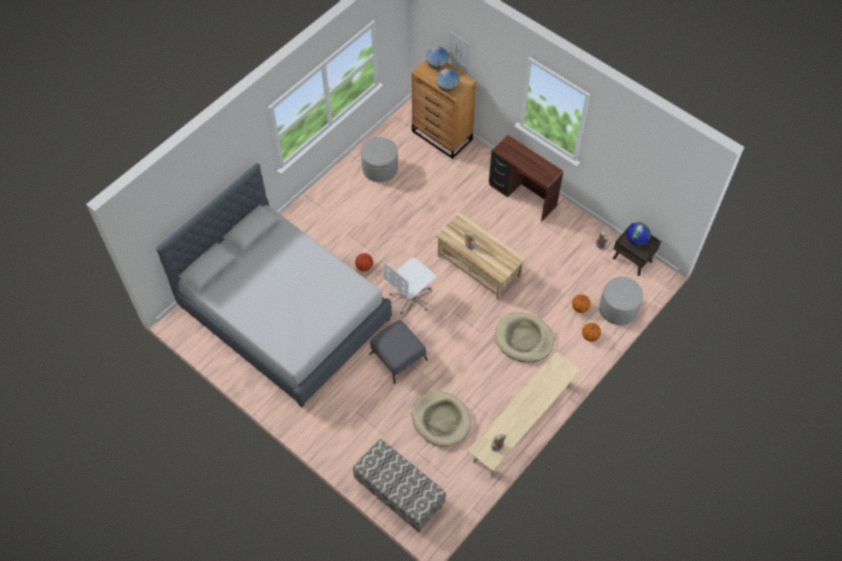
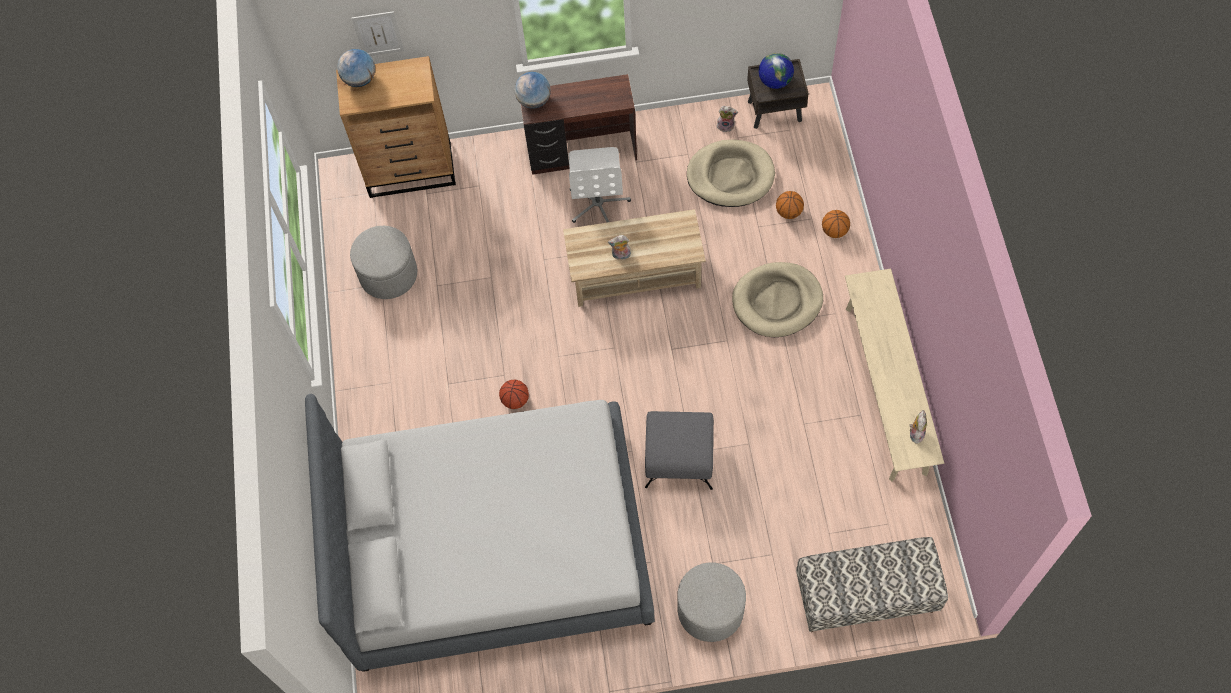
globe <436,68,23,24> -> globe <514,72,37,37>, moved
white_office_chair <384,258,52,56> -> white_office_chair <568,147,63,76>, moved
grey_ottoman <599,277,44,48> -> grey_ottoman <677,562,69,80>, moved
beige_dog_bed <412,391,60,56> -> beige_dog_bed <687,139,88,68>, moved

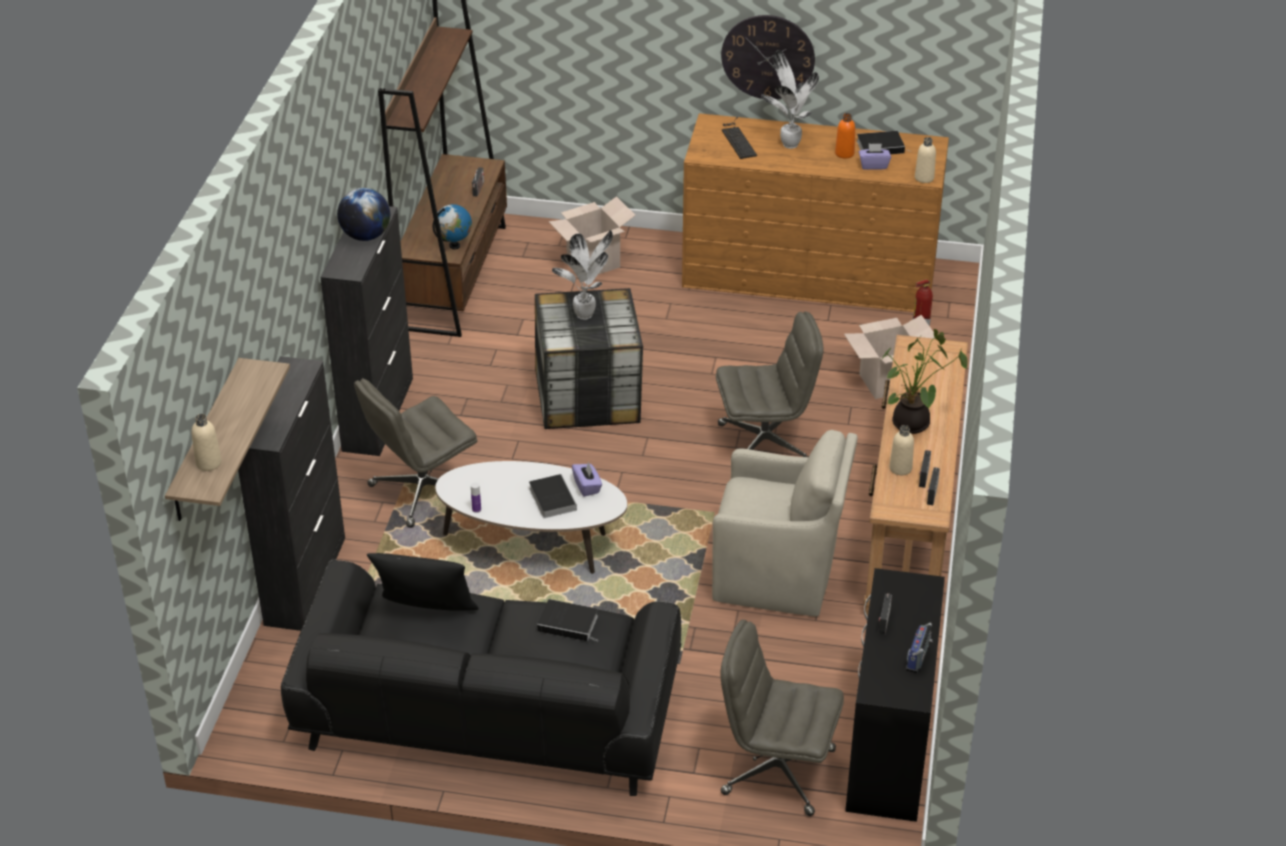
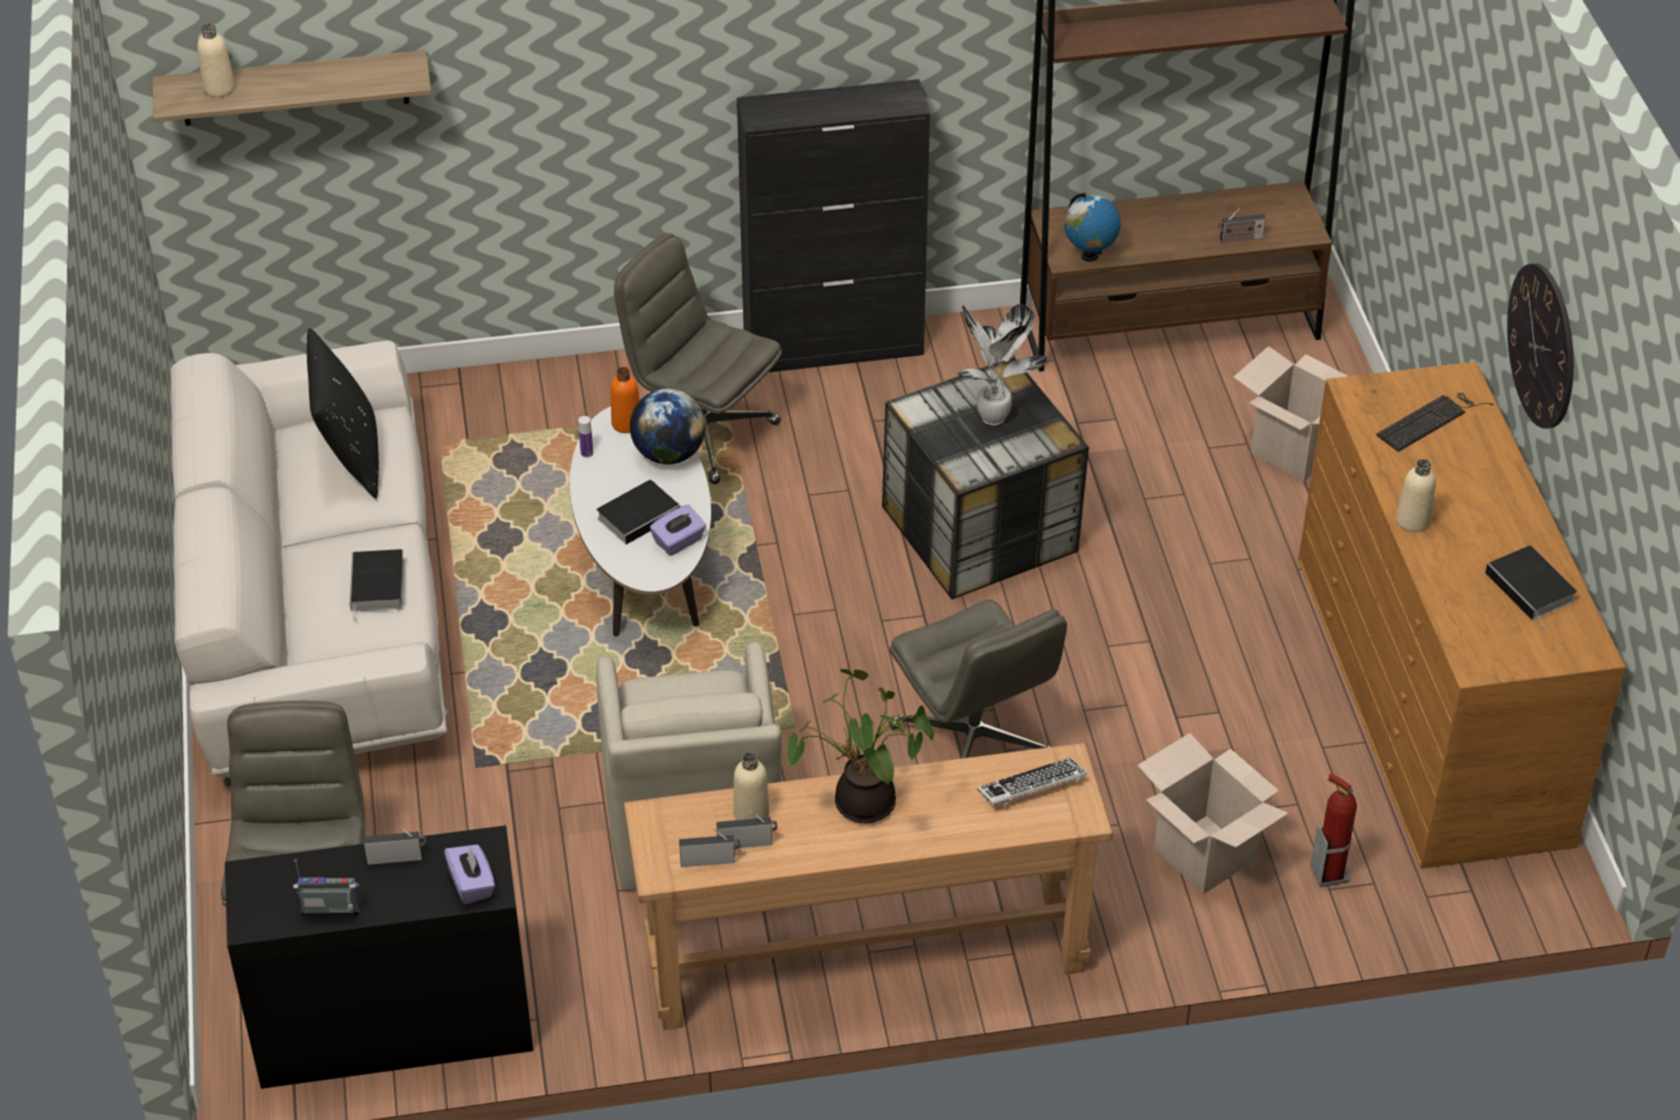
potted_plant <761,50,58,99> -> none
orange_bottle <835,113,20,46> -> orange_bottle <610,367,30,66>, moved
beige_bottle <915,137,21,46> -> beige_bottle <1396,459,40,73>, moved
purple_tissue_box <859,144,32,26> -> purple_tissue_box <444,845,51,60>, moved
globe <337,188,53,53> -> globe <630,389,76,75>, moved
black_cabinet <238,356,107,275> -> none
black_sofa <281,560,400,236> -> white_sofa <171,340,277,447>
none -> keyboard <978,758,109,48>

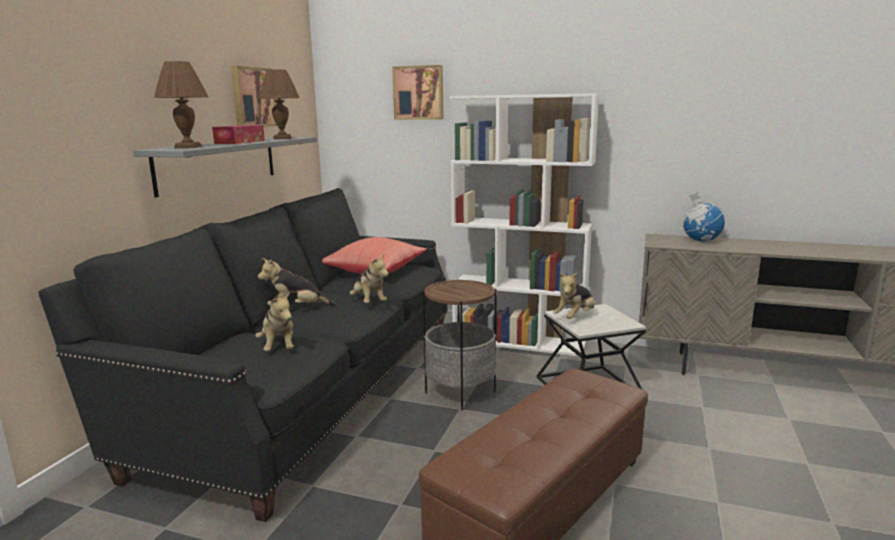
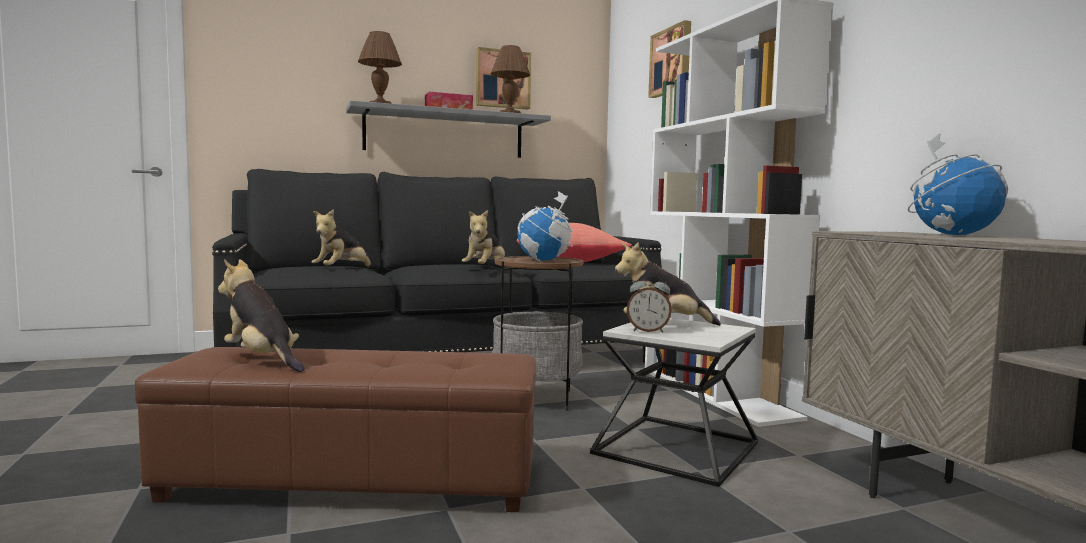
plush_toy <258,258,78,48> -> plush_toy <218,259,86,113>, moved
none -> globe <517,191,56,70>
none -> alarm_clock <627,273,45,60>

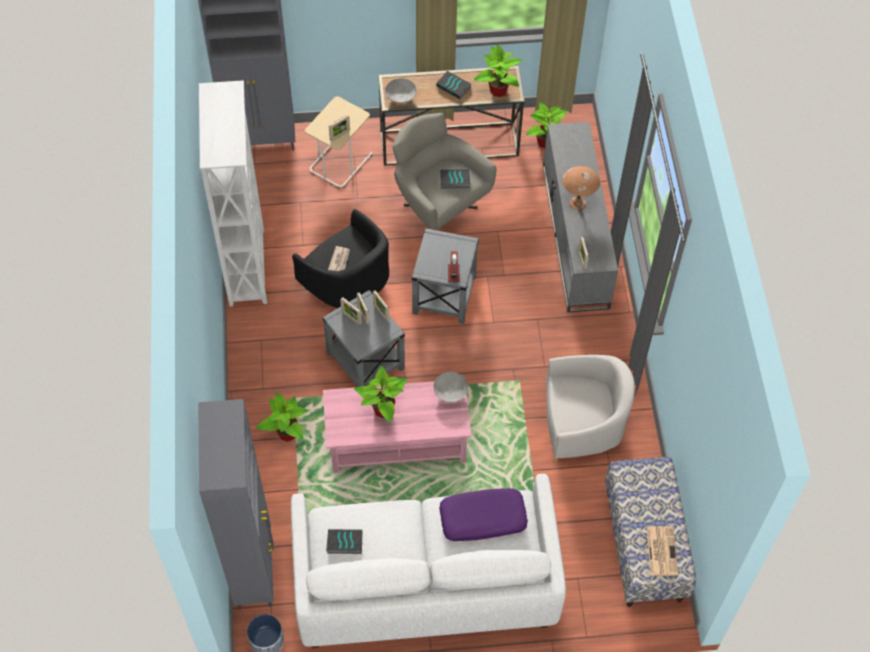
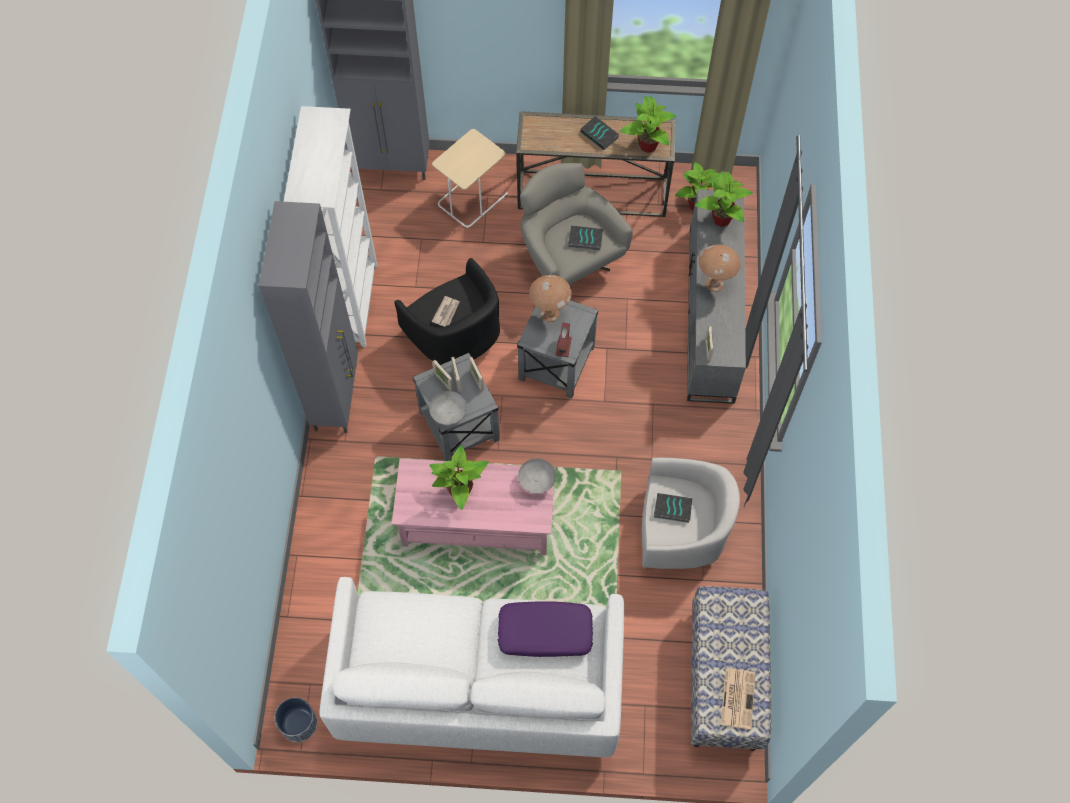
grey_bowl <385,78,31,26> -> grey_bowl <429,391,38,34>, moved
picture_frame <329,115,21,26> -> none
potted_plant <256,393,52,49> -> potted_plant <695,171,58,56>, moved
grey_cabinet <198,399,76,211> -> grey_cabinet <259,201,99,232>, moved
book <326,529,36,25> -> book <654,493,38,30>, moved
none -> brown_table_lamp <529,275,43,47>

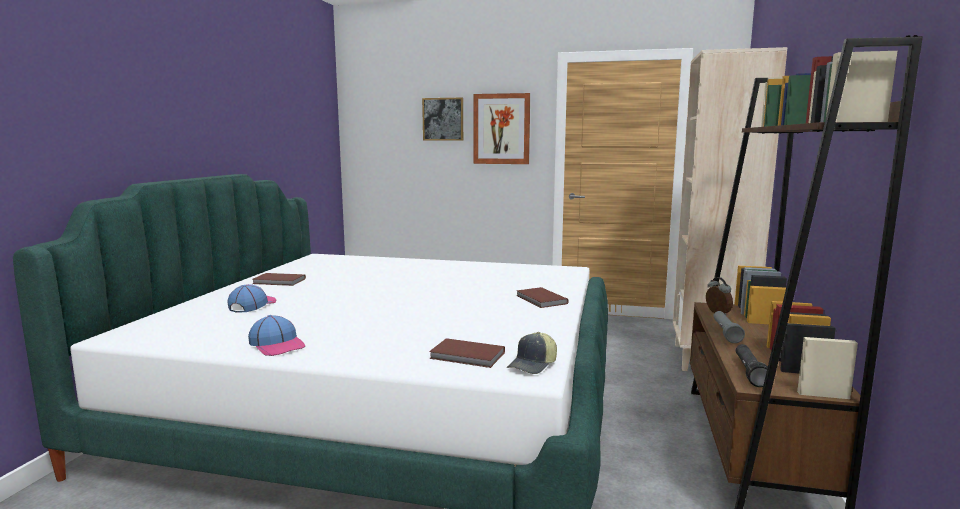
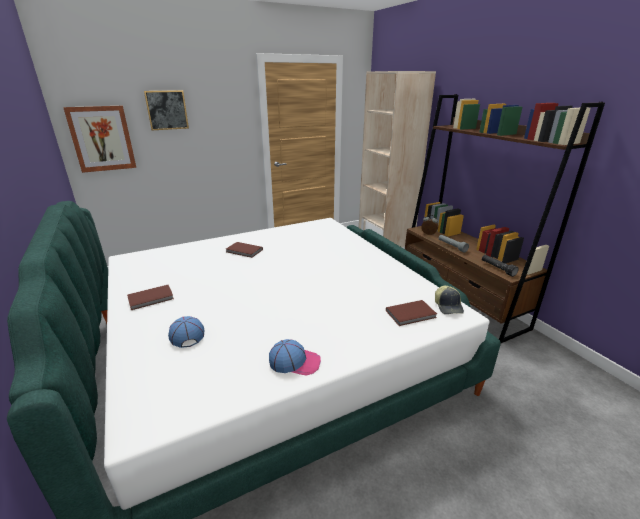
picture <473,93,57,71> -> picture <63,106,73,67>, moved
brown_book <516,287,53,21> -> brown_book <226,242,37,16>, moved

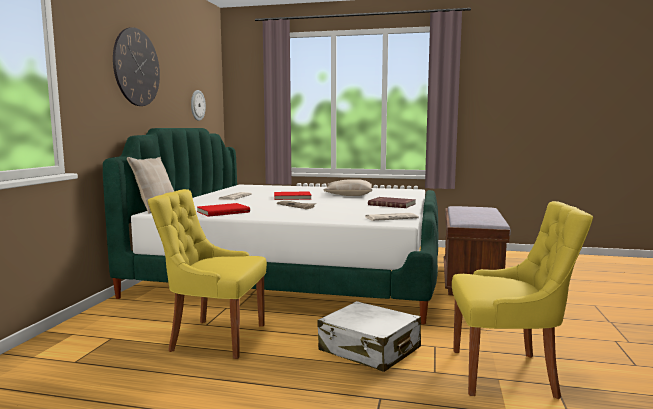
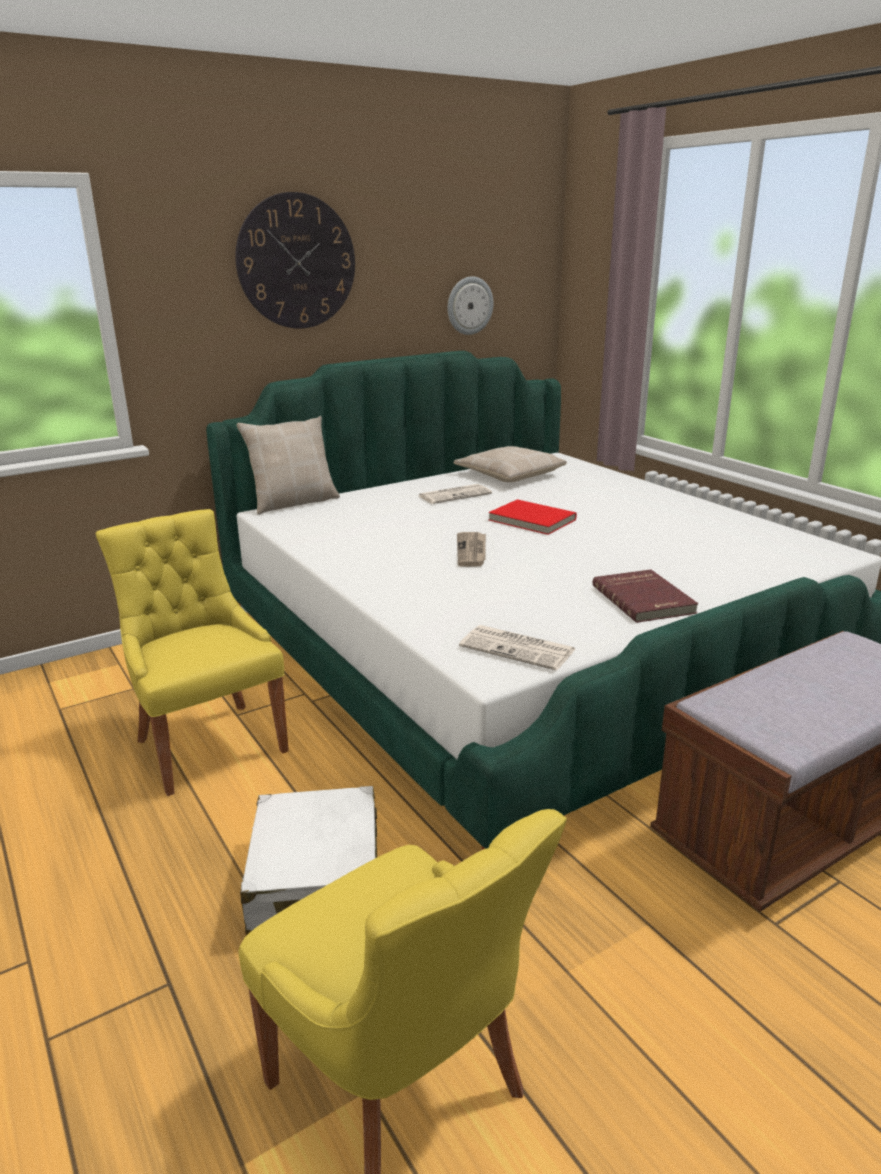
beige_pillow <324,179,48,17> -> beige_pillow <454,446,113,36>, moved
red_book <197,203,53,14> -> none

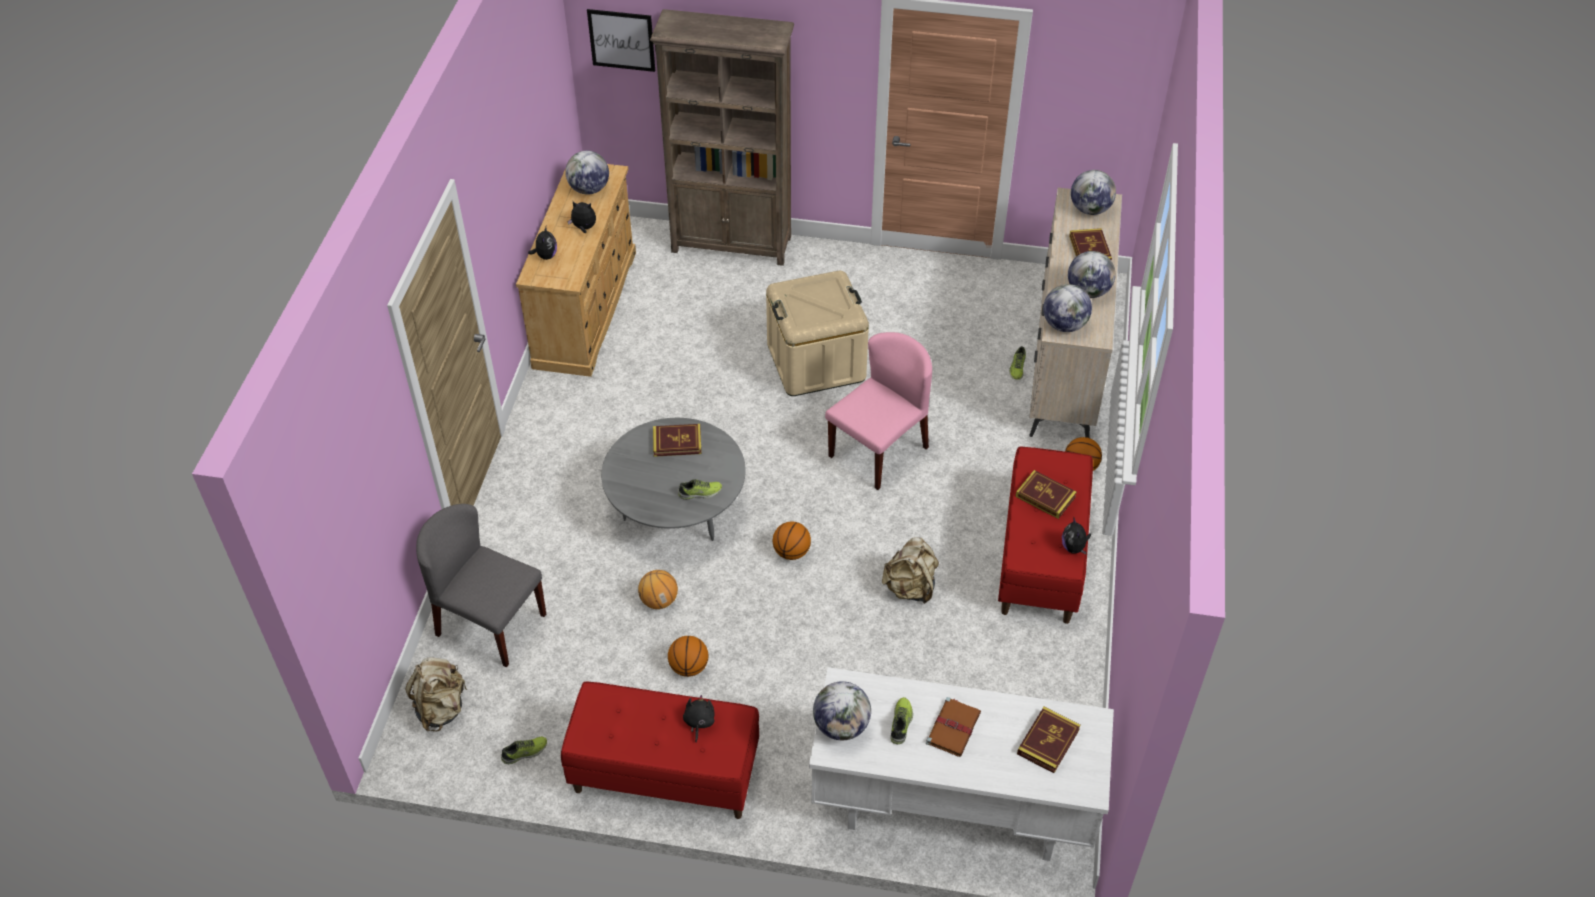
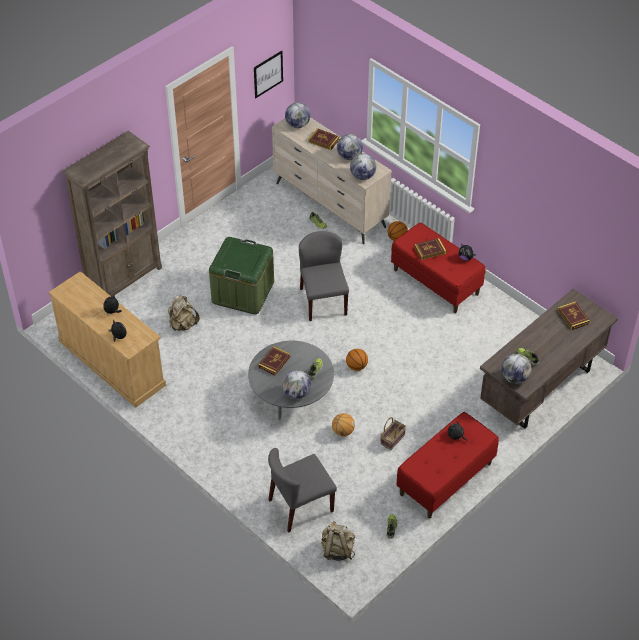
picture <587,9,68,63> -> picture <254,51,29,47>, moved
globe <565,151,44,44> -> globe <282,370,29,29>, moved
beige_storage_box <766,271,103,125> -> green_storage_box <209,237,65,77>
pink_chair <825,332,107,158> -> grey_chair <299,231,50,90>
beige_backpack <882,537,57,67> -> beige_backpack <168,295,31,36>, moved
basketball <668,636,41,41> -> basket <380,417,26,33>
white_desk <809,667,305,194> -> brown_desk <480,289,138,140>
brown_book <926,697,55,60> -> none

